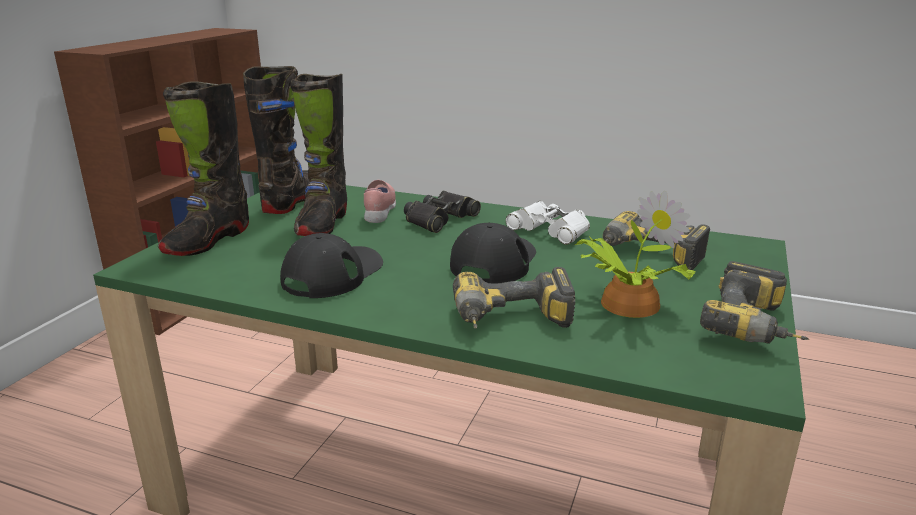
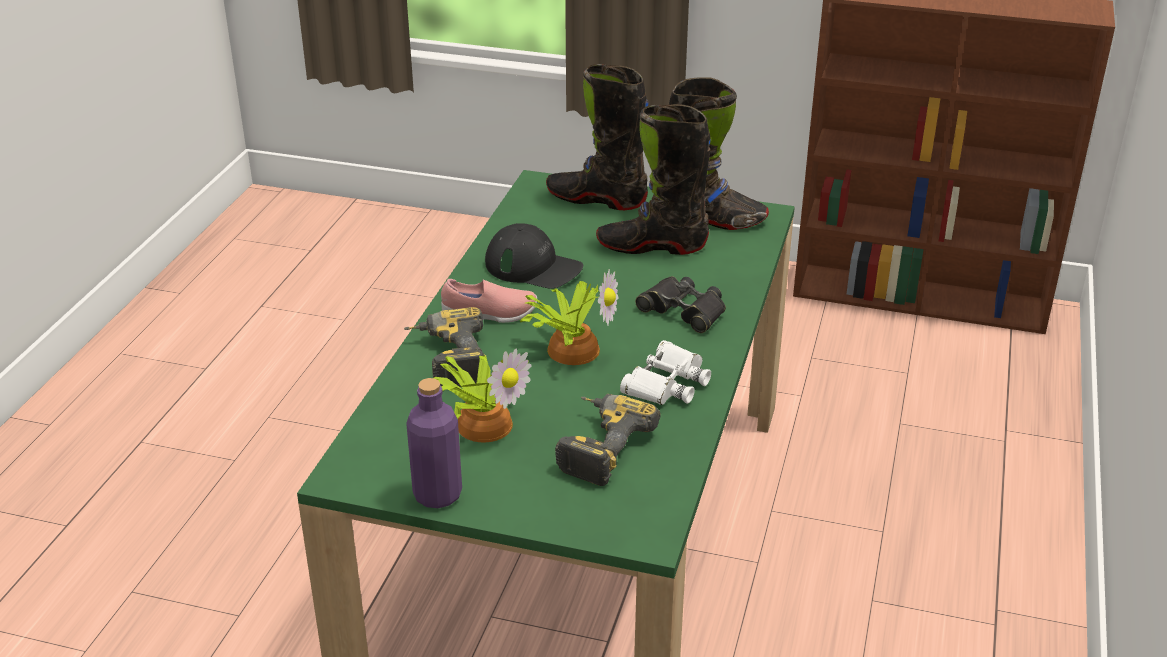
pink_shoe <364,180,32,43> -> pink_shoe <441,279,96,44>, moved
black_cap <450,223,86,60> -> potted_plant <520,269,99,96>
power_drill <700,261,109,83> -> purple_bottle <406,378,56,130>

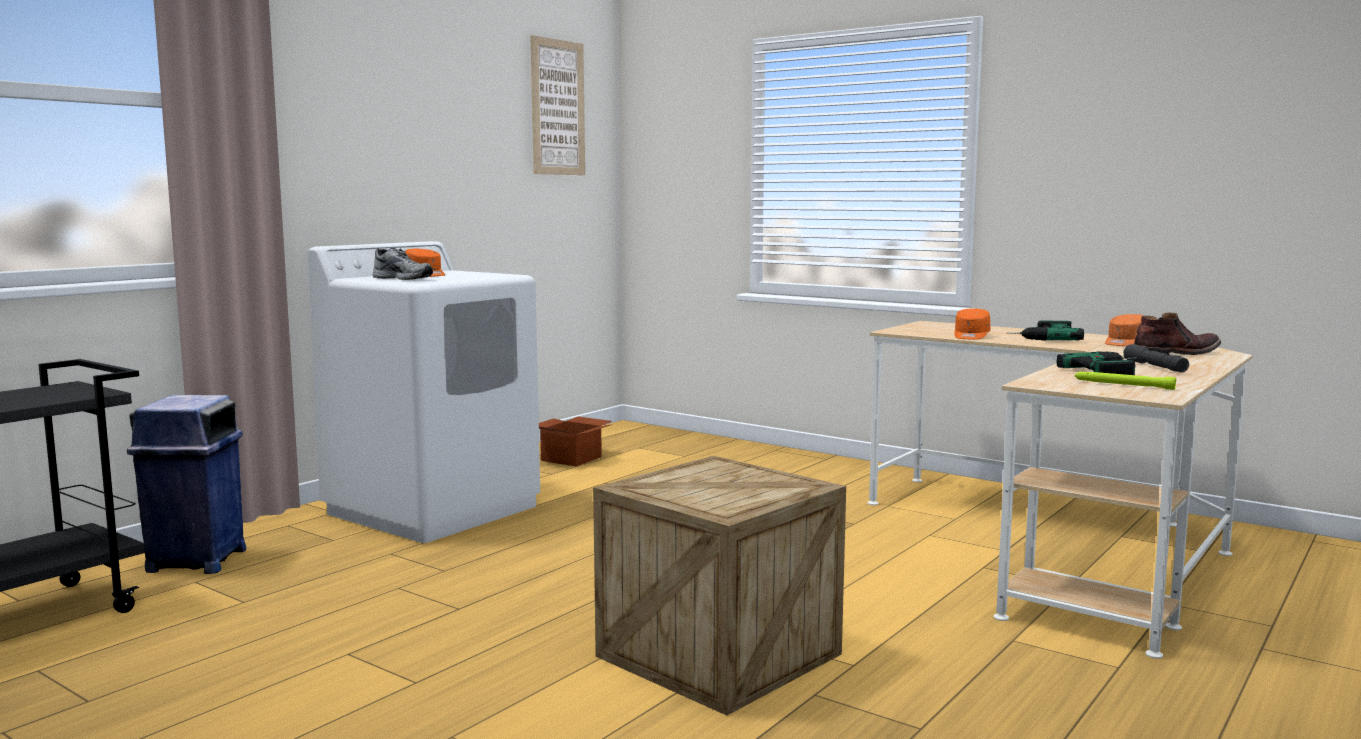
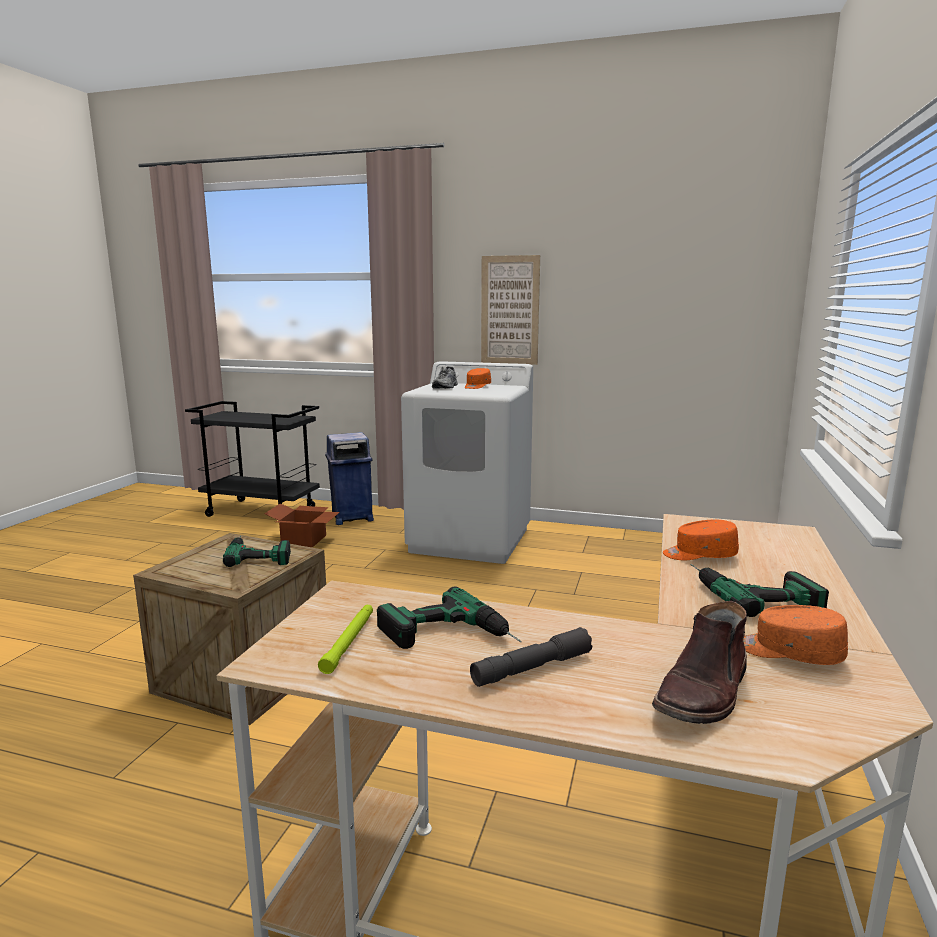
picture <530,35,55,140> -> picture <481,255,59,110>, moved
brown_boot <1134,313,87,42> -> brown_boot <652,601,95,123>, 75 degrees clockwise
cardboard_box <539,417,73,49> -> cardboard_box <265,503,75,44>, moved
none -> power_drill <223,536,68,31>

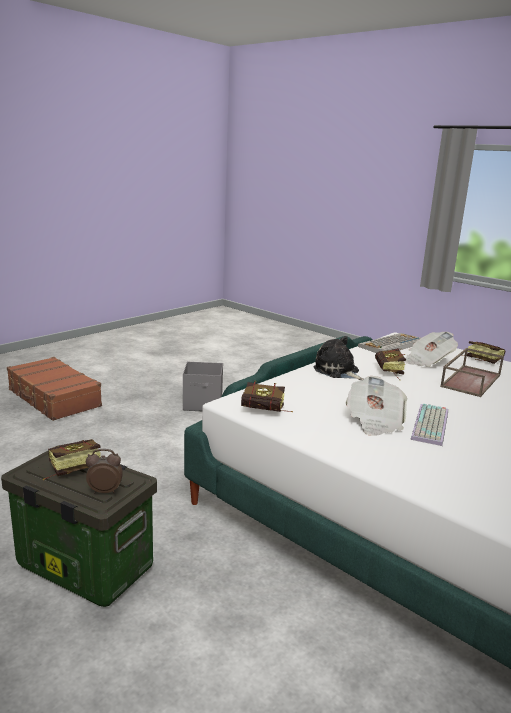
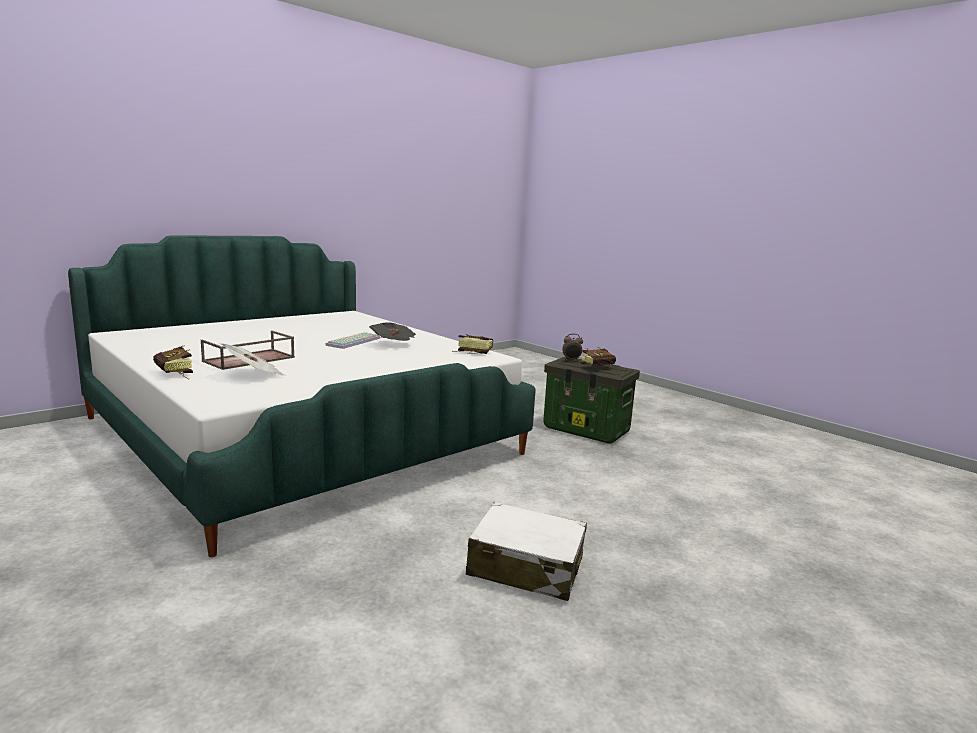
keyboard <358,333,63,20> -> none
plush_toy <313,336,51,44> -> none
book <375,348,31,33> -> none
brown_suitcase <7,357,95,64> -> none
grey_storage_box <183,362,40,49> -> white_suitcase <466,502,121,99>

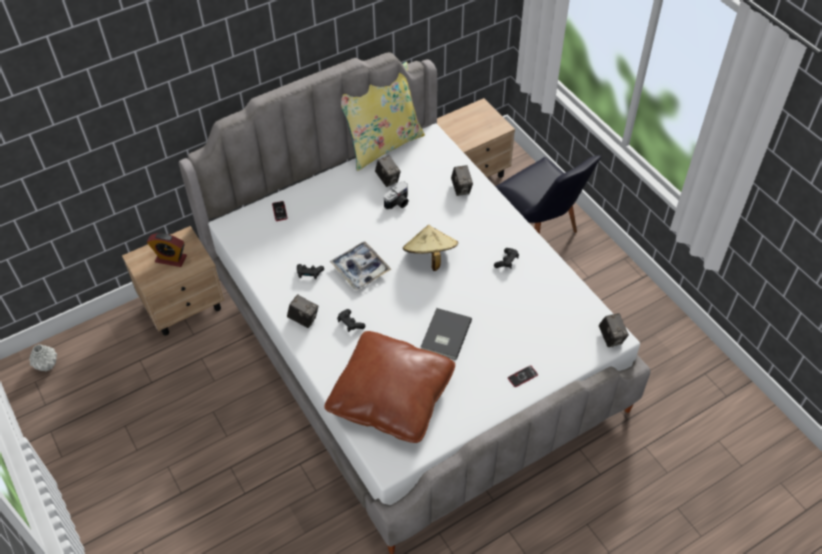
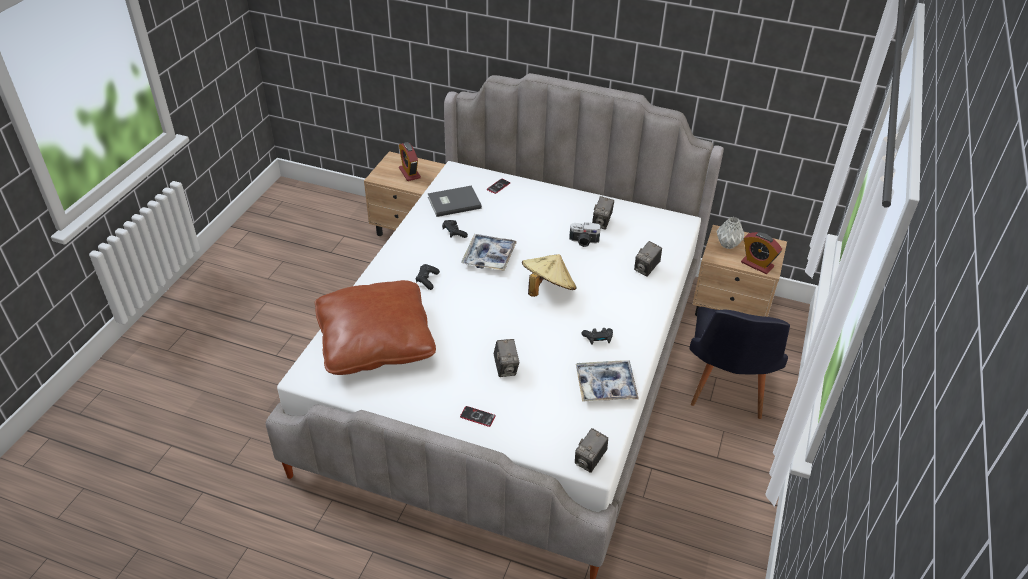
yellow_pillow <341,62,84,109> -> none
photo_camera <287,295,31,33> -> photo_camera <494,339,25,38>, moved
grey_book <421,308,51,52> -> grey_book <428,186,54,31>, moved
grey_vase <29,344,28,27> -> grey_vase <716,217,29,32>, moved
none -> alarm_clock <741,232,41,42>
none -> tray <576,360,63,42>

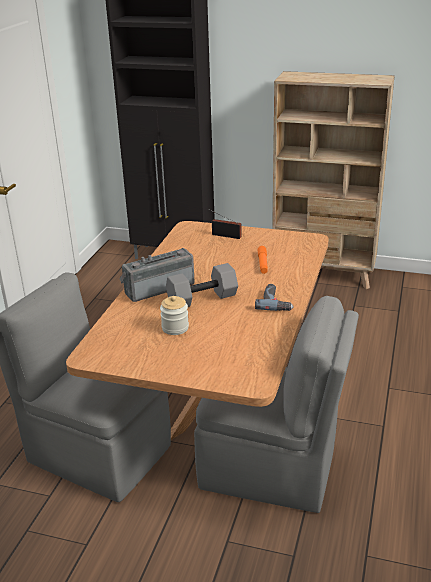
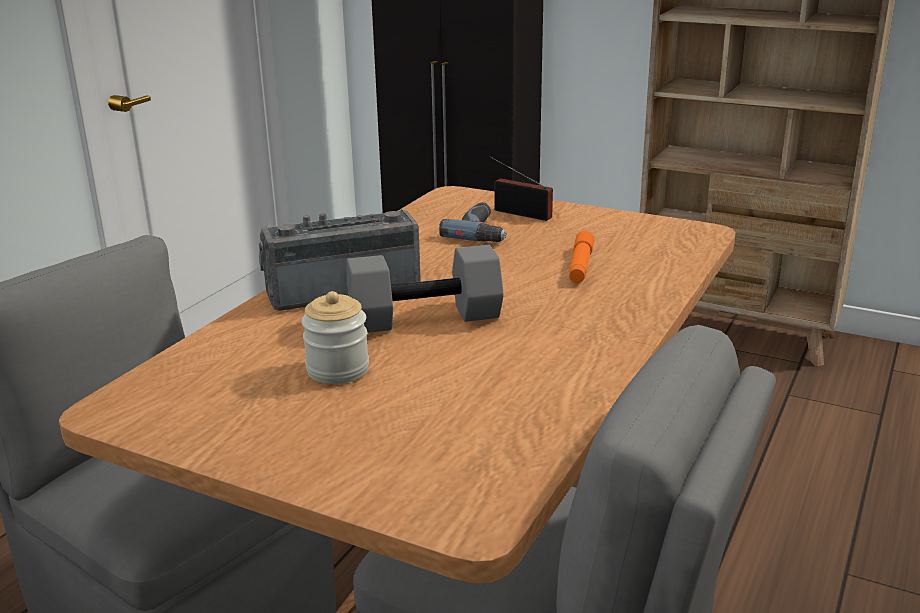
power_drill <255,284,39,27> -> power_drill <439,202,68,40>, moved

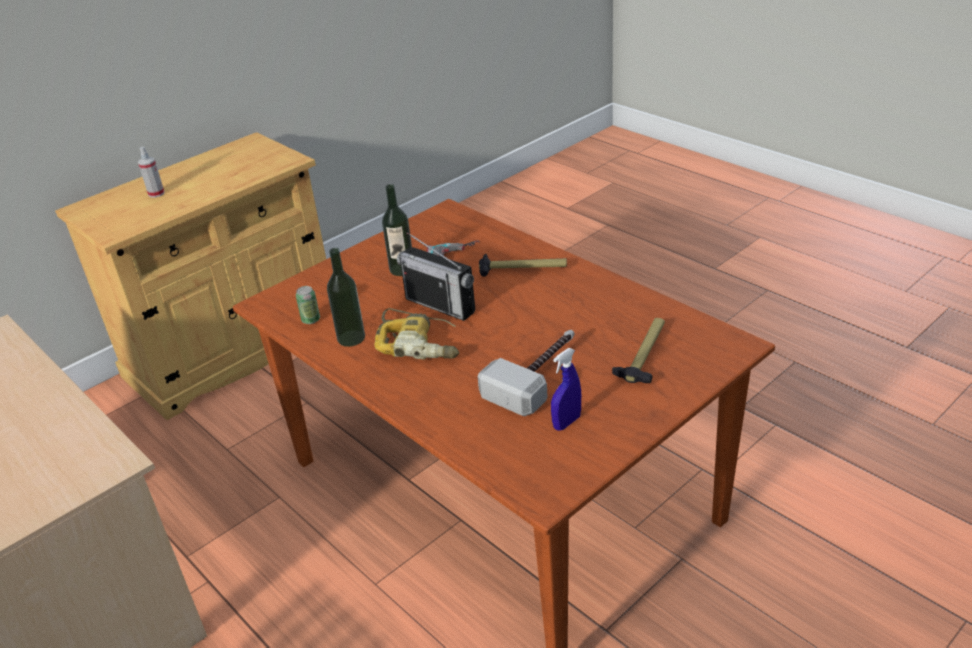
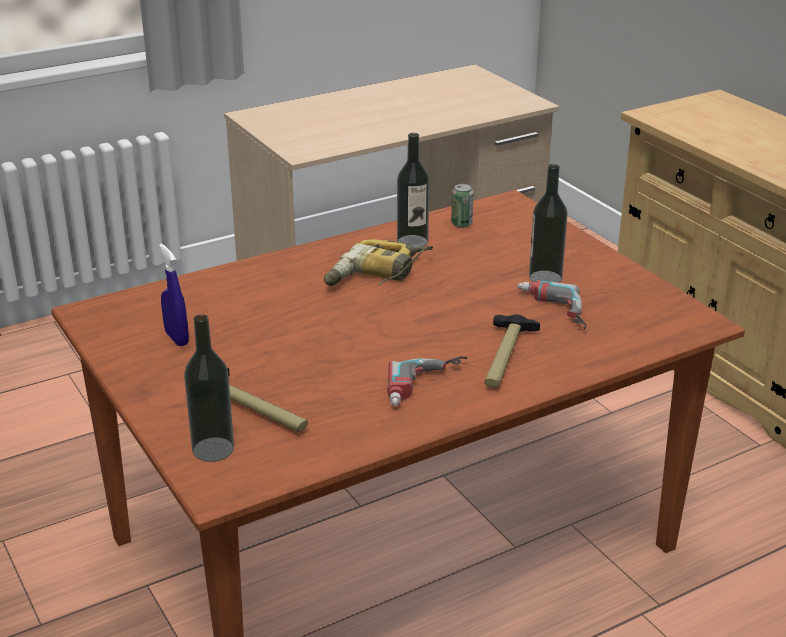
spray_bottle <138,147,26,51> -> none
radio <397,232,78,89> -> none
hammer <477,330,98,86> -> none
none -> bottle <184,314,50,148>
none -> power_drill <387,356,81,50>

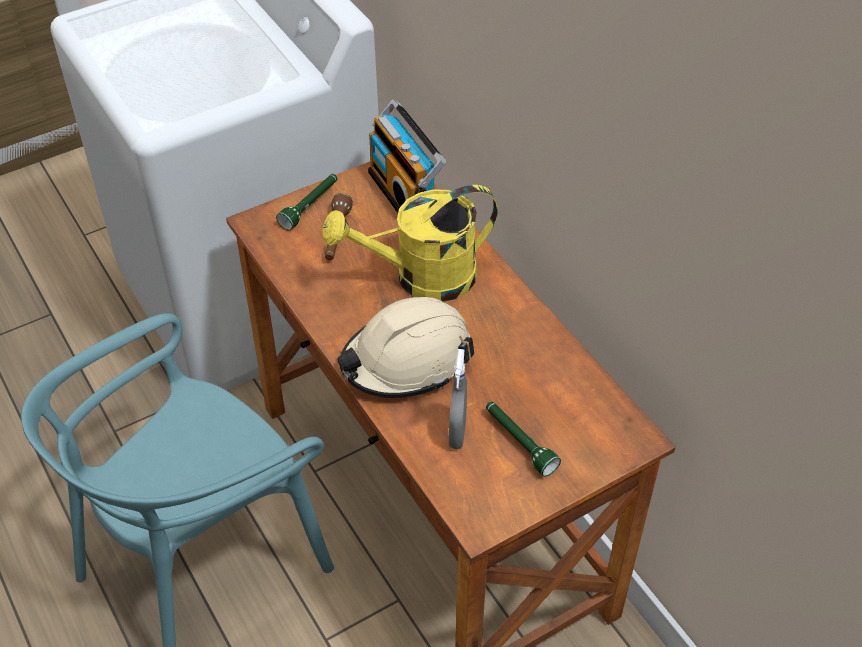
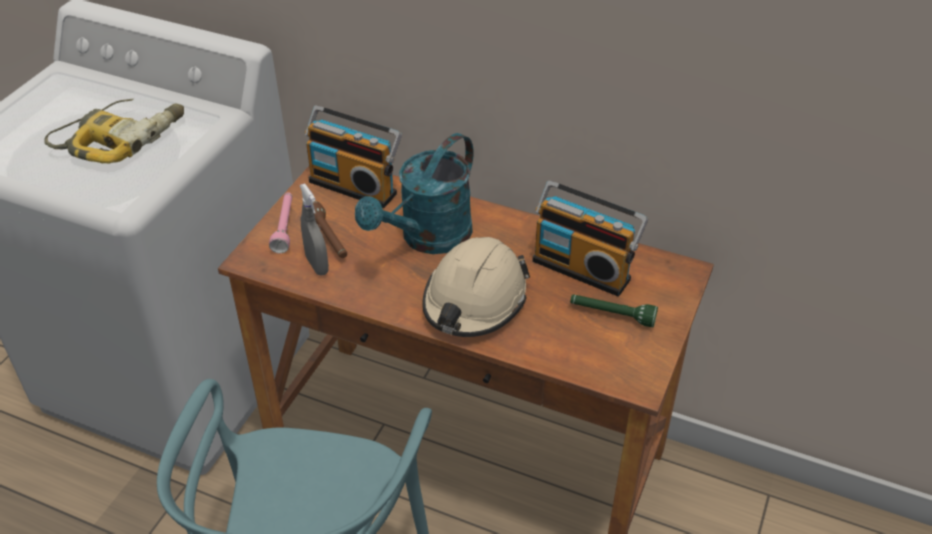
green_flashlight <276,174,61,56> -> pink_flashlight <269,193,23,61>
yellow_watering_can <322,185,176,117> -> turquoise_watering_can <355,133,119,121>
grey_spray_bottle <449,349,18,100> -> grey_spray_bottle <299,184,30,92>, moved
none -> power_drill <44,99,140,64>
none -> radio <532,181,116,116>

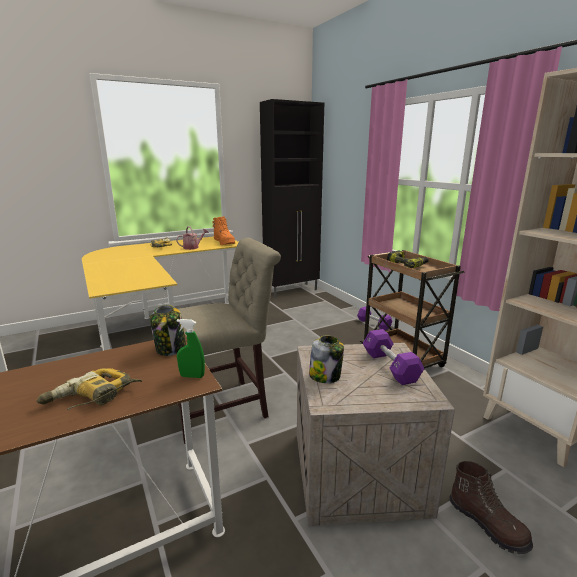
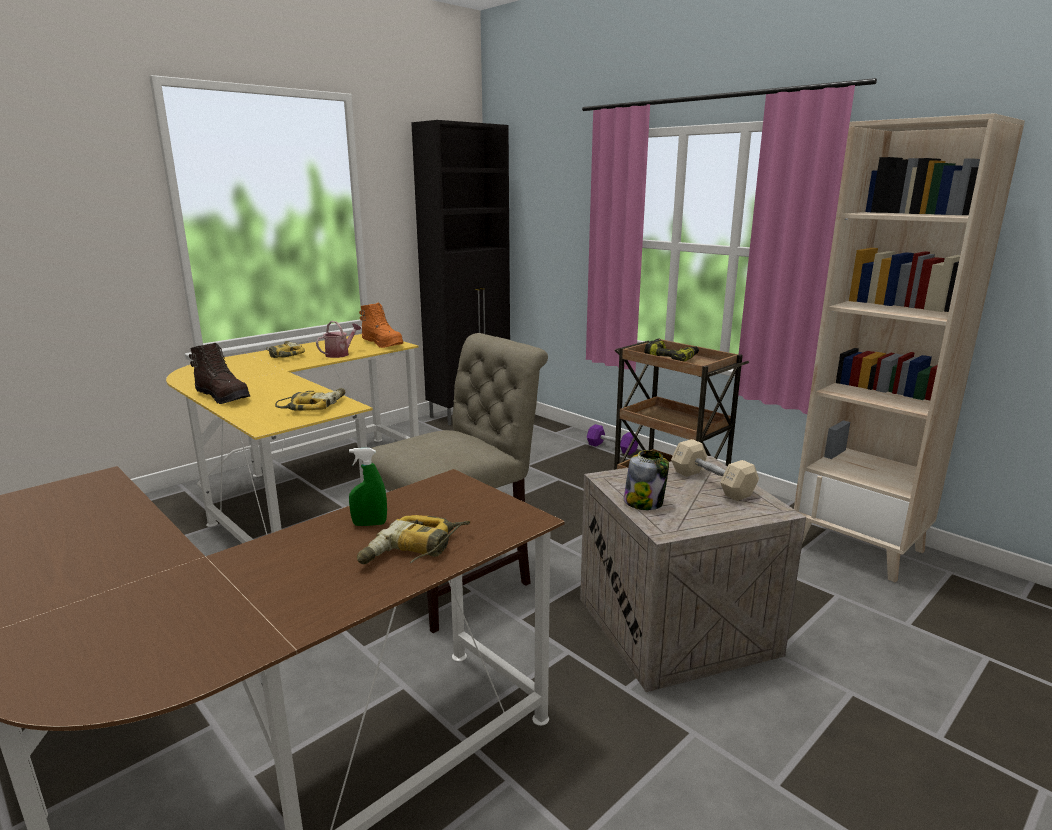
jar <150,305,36,51> -> none
green_spray_bottle <176,319,29,59> -> green_spray_bottle <349,448,38,78>, moved
purple_dumbbell <363,329,61,56> -> beige_dumbbell <671,439,88,62>
brown_boot <449,461,84,93> -> brown_boot <189,343,61,61>, moved
none -> power_drill <275,388,70,23>

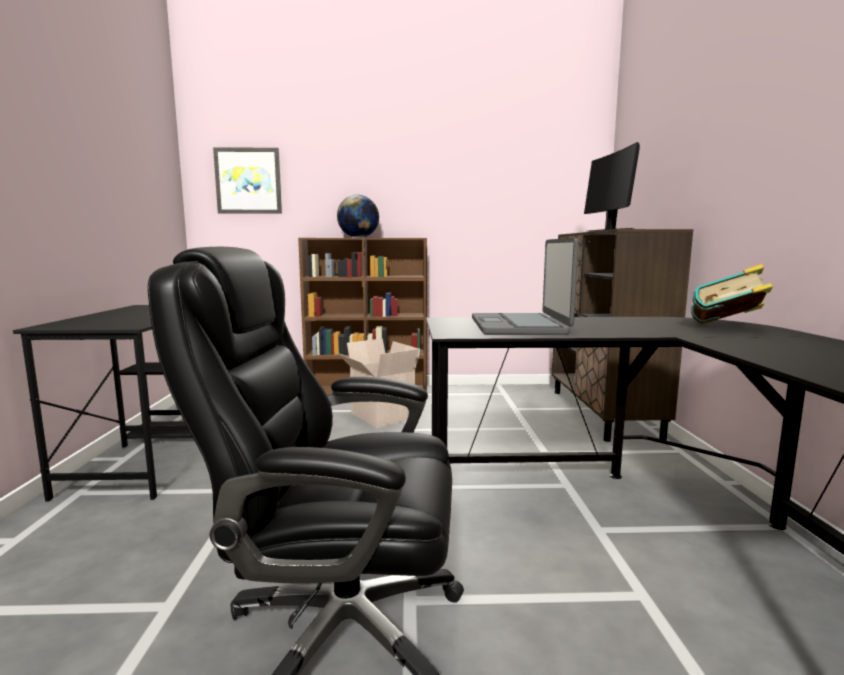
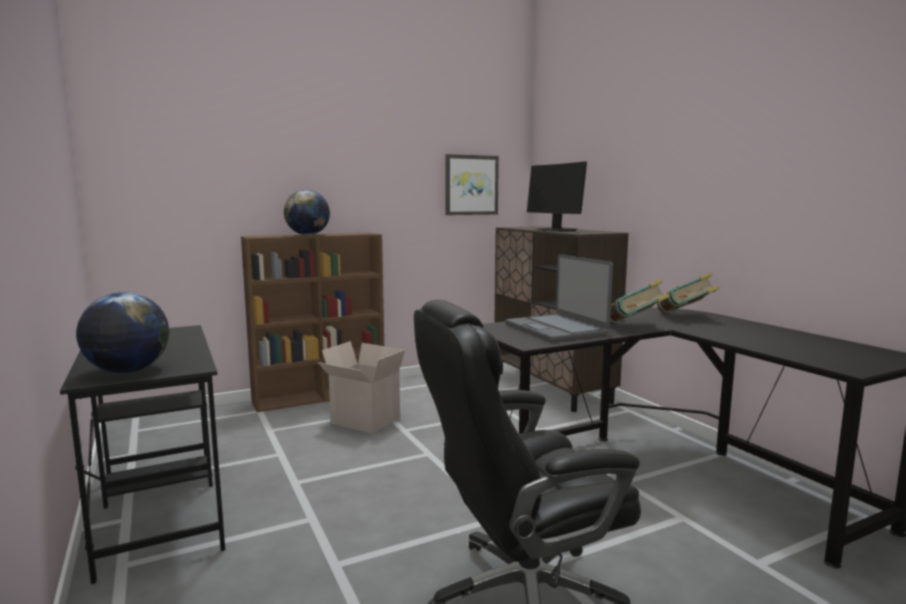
picture <213,147,69,67> -> picture <445,154,54,61>, moved
none -> book <610,279,60,45>
none -> globe <76,292,93,81>

